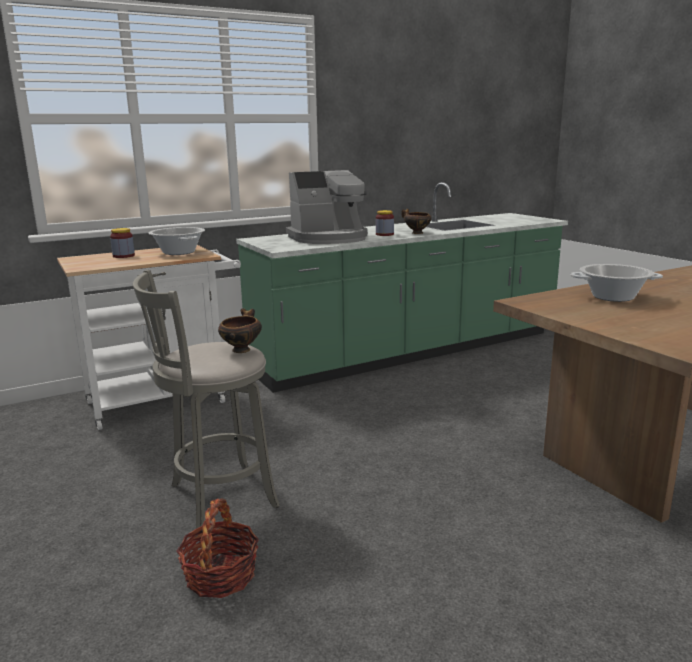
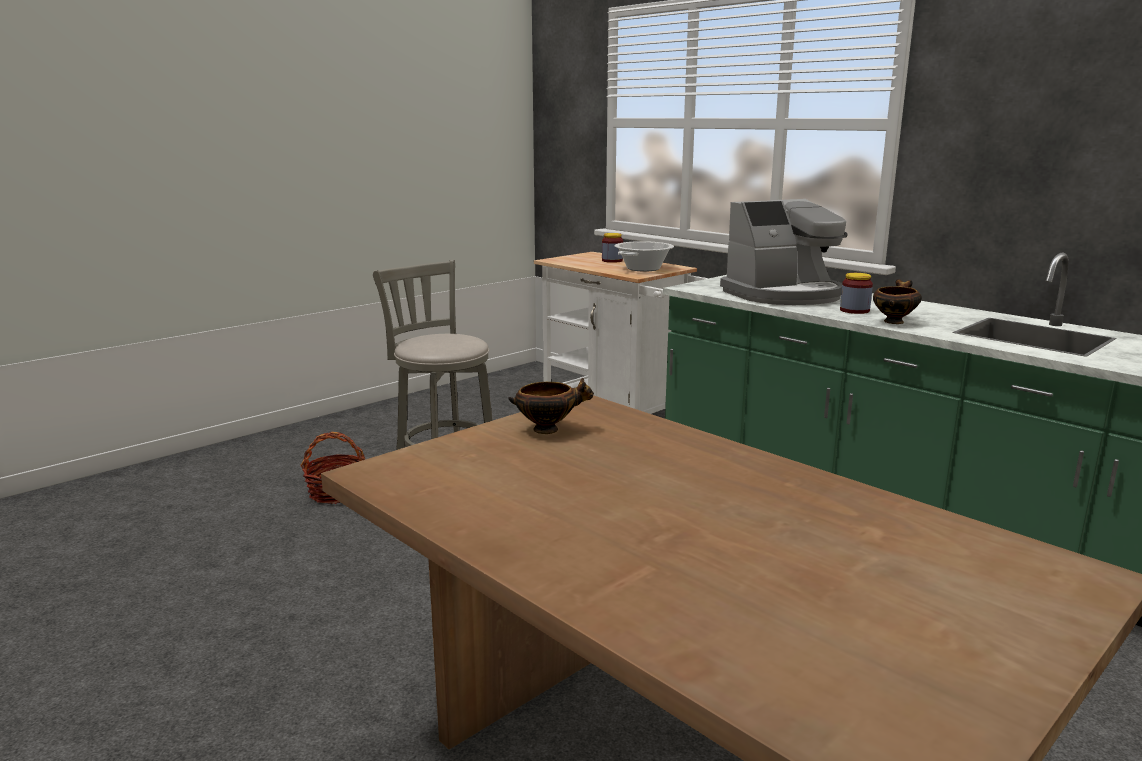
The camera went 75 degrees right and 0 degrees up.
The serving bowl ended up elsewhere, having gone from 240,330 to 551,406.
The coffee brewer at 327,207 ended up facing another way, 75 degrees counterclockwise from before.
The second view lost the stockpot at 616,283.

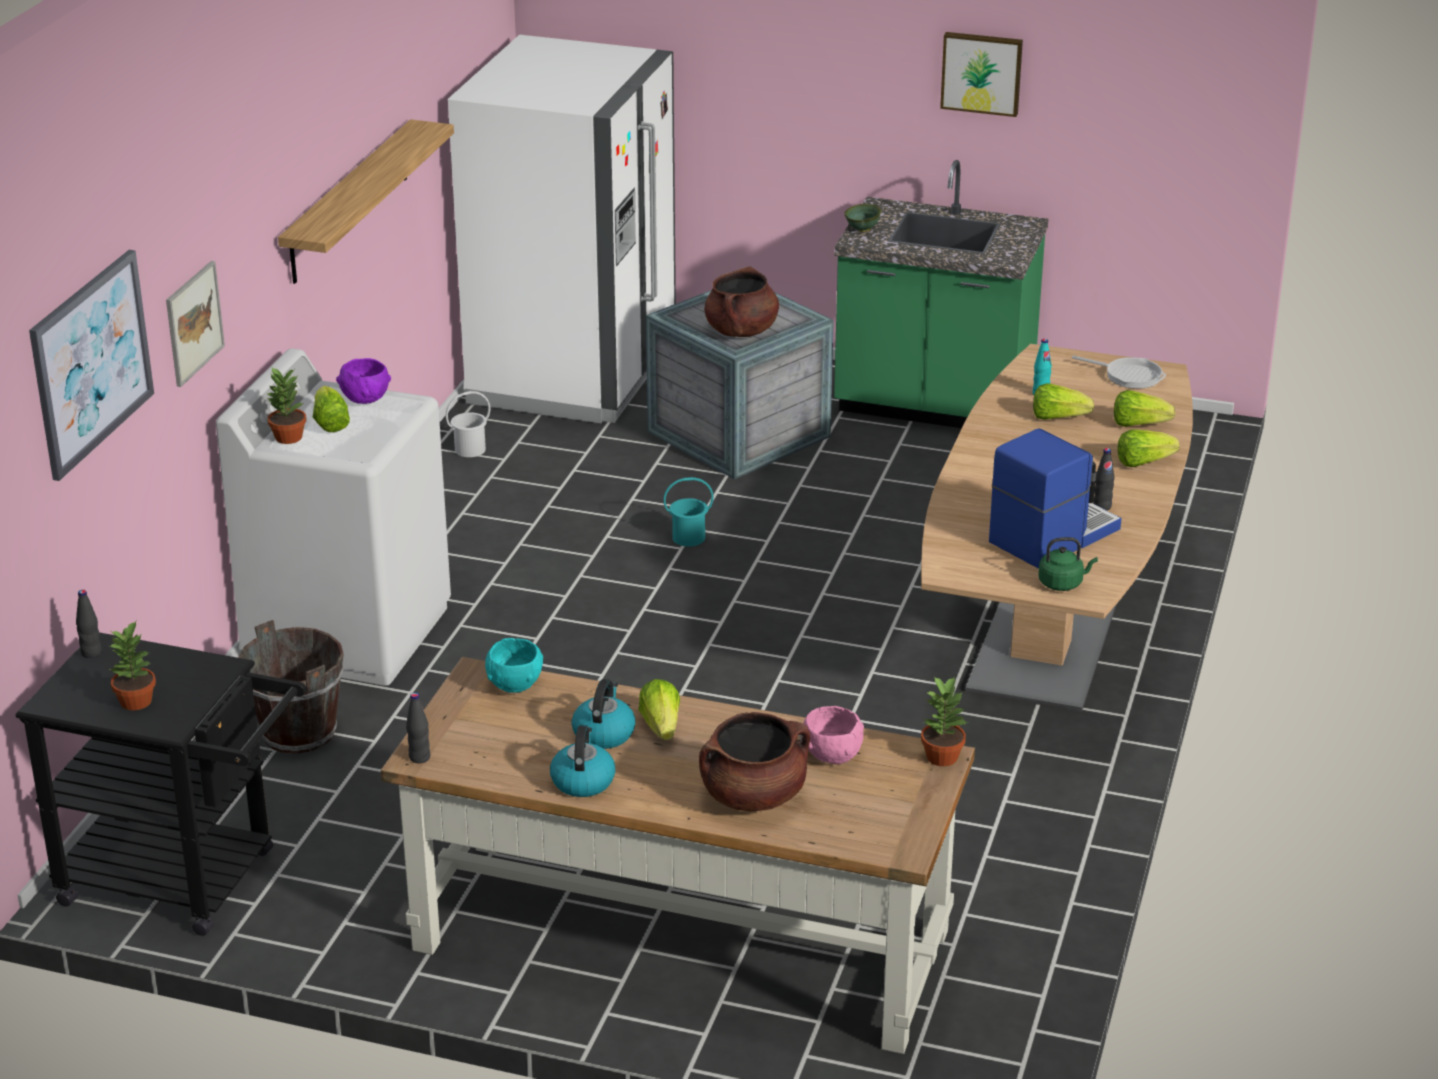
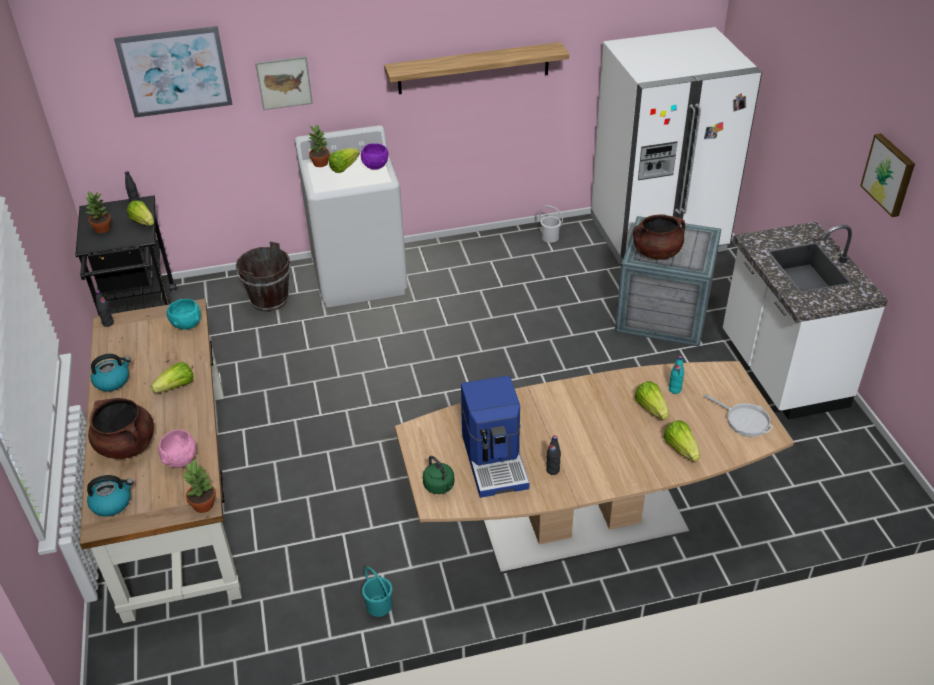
The camera went 60 degrees right and 10 degrees up.
The water kettle ended up elsewhere, having gone from 603,714 to 110,496.
The lettuce ended up elsewhere, having gone from 1149,448 to 140,213.
The turquoise bucket ended up elsewhere, having gone from 688,512 to 377,592.
The coffee brewer at 1055,499 ended up facing another way, 60 degrees clockwise from before.
The skillet at 1119,372 ended up facing another way, 45 degrees counterclockwise from before.
What was the green-coloured kitchen base unit at 941,294 turned into the white kitchen base unit at 805,321.
The second view lost the green-coloured serving bowl at 862,218.

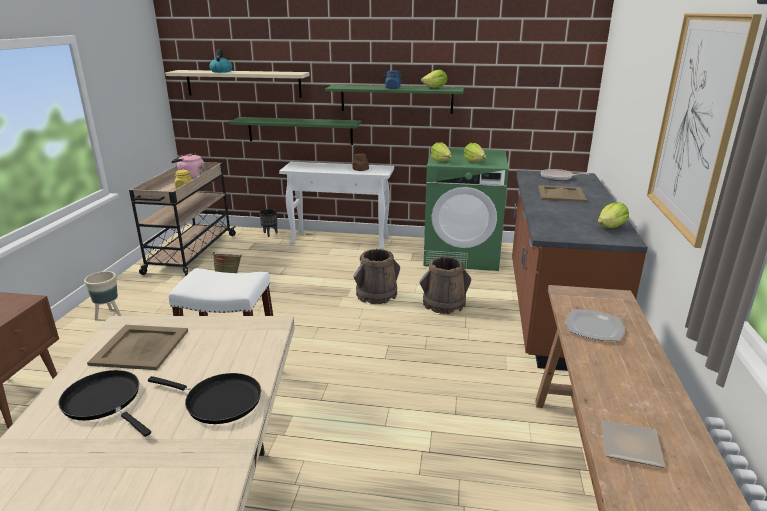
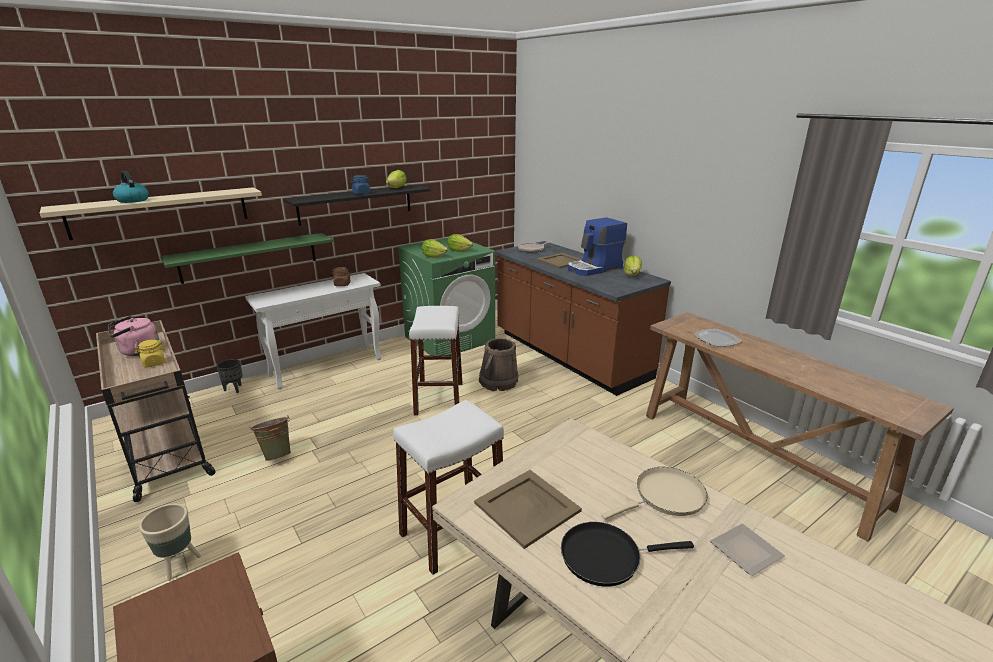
The camera went 45 degrees left and 0 degrees up.
What was the green-coloured wall shelf at 394,99 turned into the black-coloured wall shelf at 357,205.
Where the brown-coloured bucket stood at 376,276, the white stool came to stand at 435,360.
The second view gained the coffee brewer at 597,247.
What was the black-coloured skillet at 204,398 turned into the beige-coloured skillet at 654,493.
The flat dish ended up elsewhere, having gone from 633,444 to 747,549.
The second view lost the picture at 704,130.

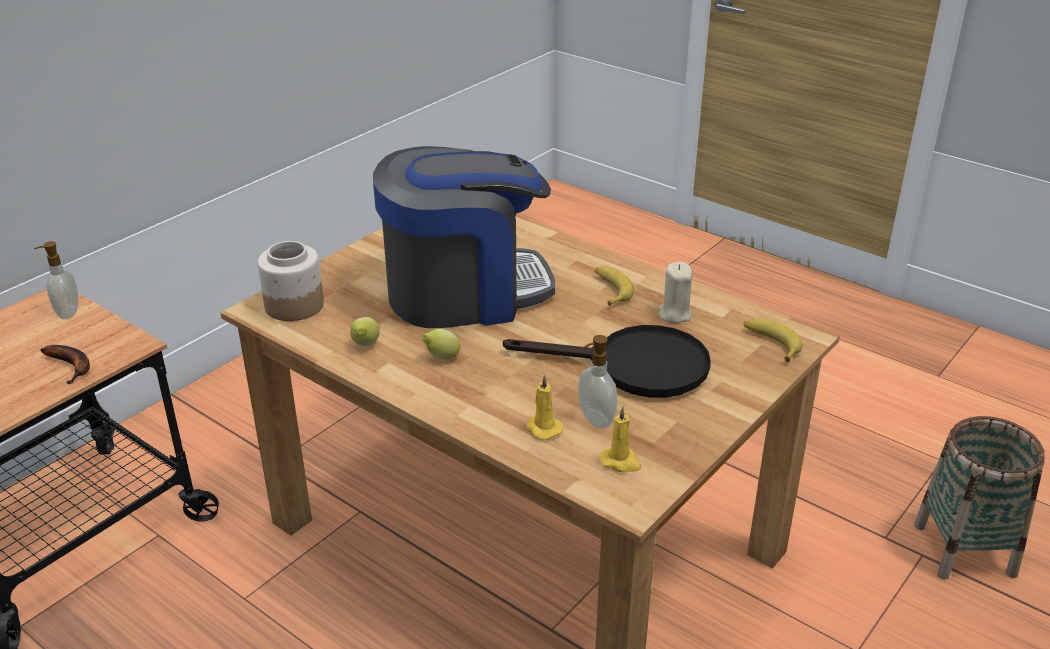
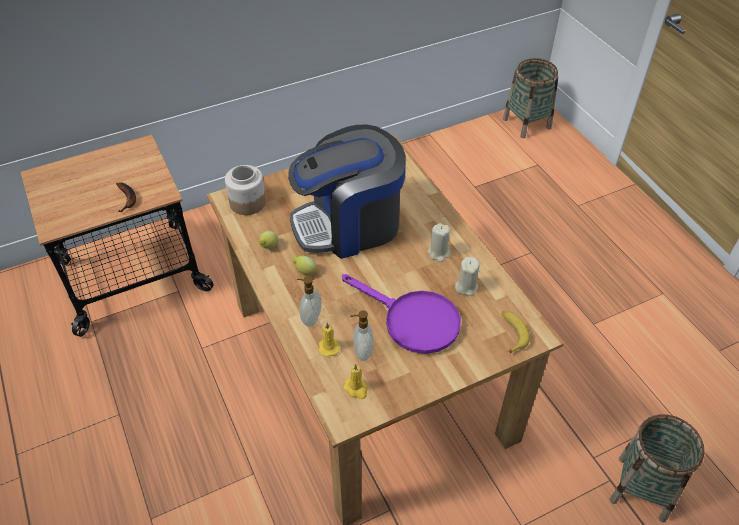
The camera went 25 degrees right and 15 degrees up.
The coffee brewer at 464,237 ended up facing another way, 150 degrees clockwise from before.
The liquid soap bottle ended up elsewhere, having gone from 56,280 to 309,302.
What was the black-coloured skillet at 607,361 turned into the purple-coloured skillet at 401,314.
Where the banana stood at 614,286, the beige-coloured candle came to stand at 439,242.
The second view gained the household basket at 530,98.

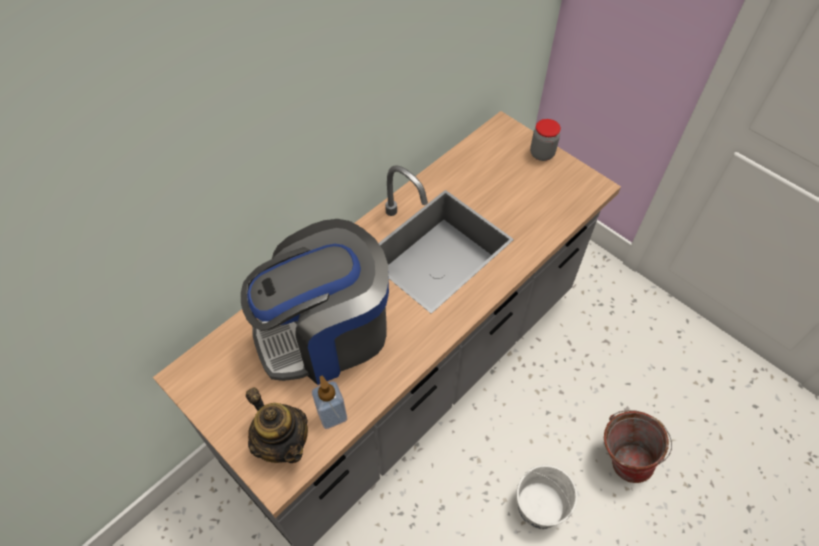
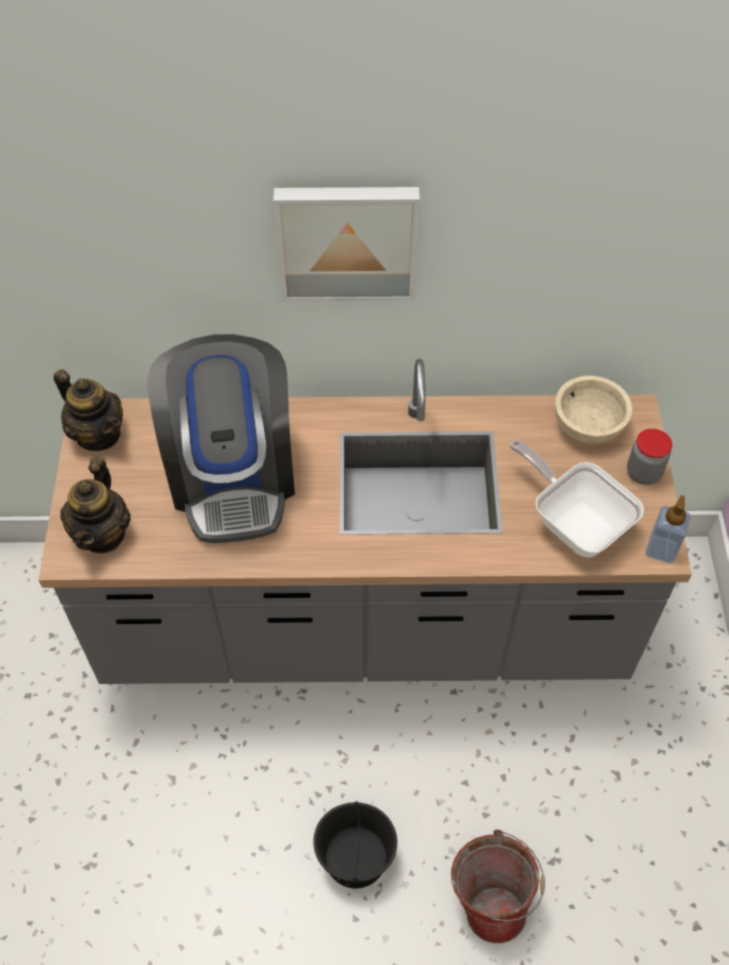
The camera went 45 degrees right and 0 degrees up.
The second view gained the tea pot at 88,410.
The coffee brewer at 315,302 ended up facing another way, 120 degrees counterclockwise from before.
The second view gained the picture at 346,244.
What was the white bucket at 547,497 turned into the black-coloured bucket at 355,844.
The second view gained the skillet at 577,498.
The second view gained the beige-coloured serving bowl at 593,410.
The liquid soap bottle ended up elsewhere, having gone from 329,402 to 668,529.

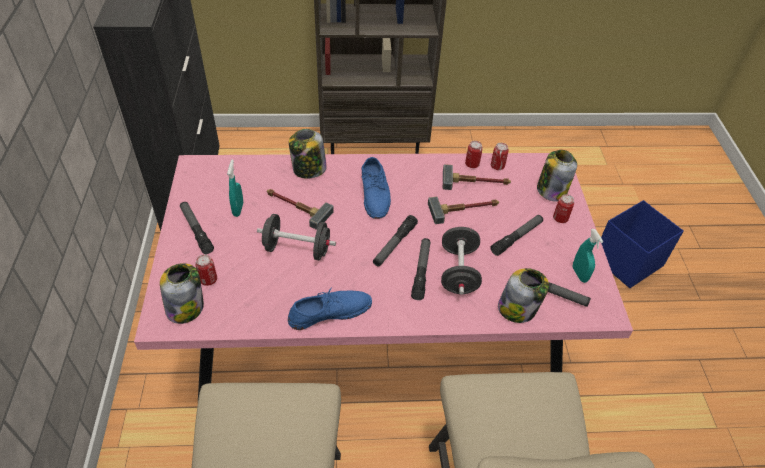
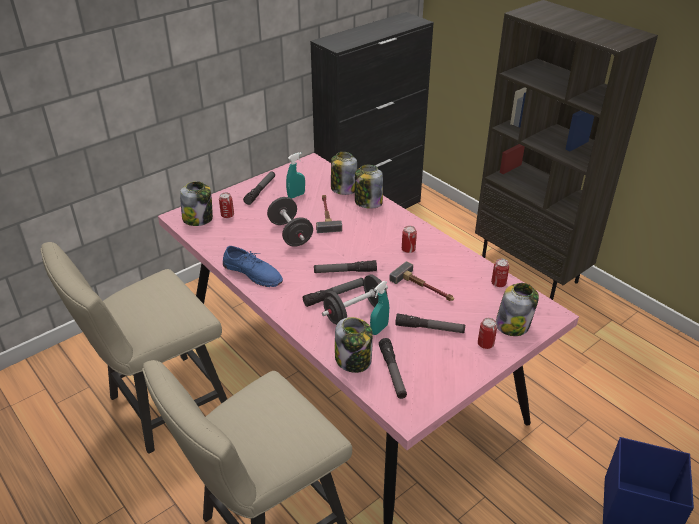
The camera went 55 degrees right and 10 degrees down.
The second view gained the jar at 344,173.
The turquoise sprayer ended up elsewhere, having gone from 587,256 to 379,308.
The metal can ended up elsewhere, having gone from 474,154 to 409,239.
The second view lost the blue-coloured item of footwear at 376,188.
The second view lost the hammer at 477,177.

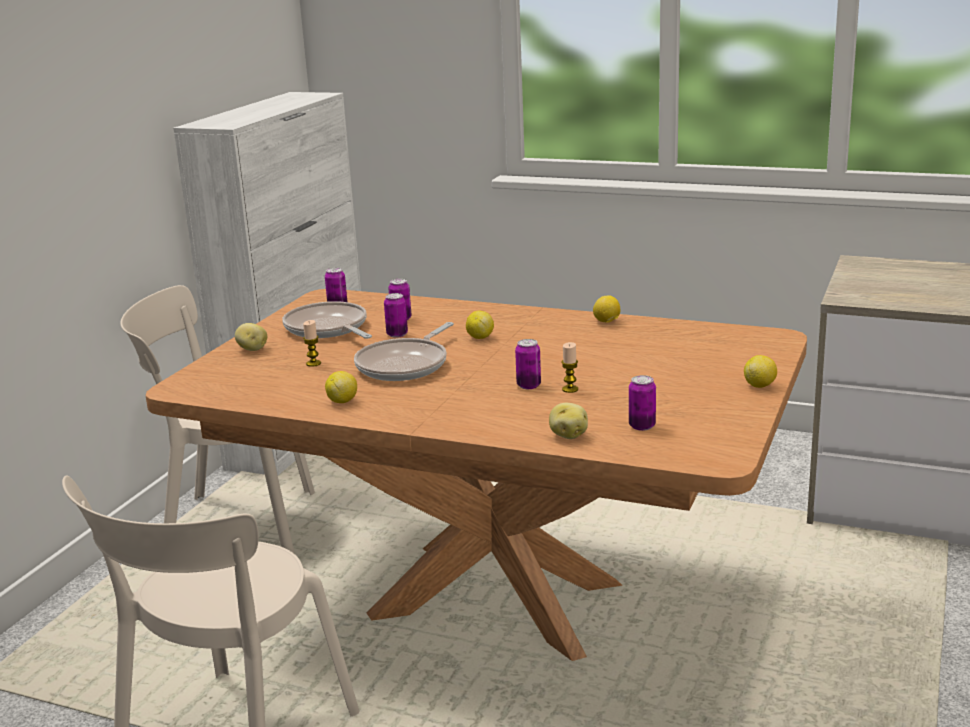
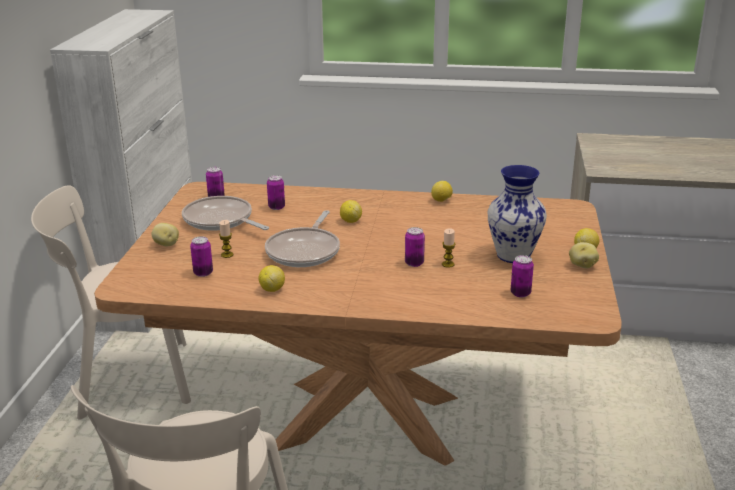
The camera went 15 degrees left and 5 degrees up.
The metal can ended up elsewhere, having gone from 396,315 to 201,256.
The second view gained the flower vase at 517,214.
The potato ended up elsewhere, having gone from 568,421 to 584,255.

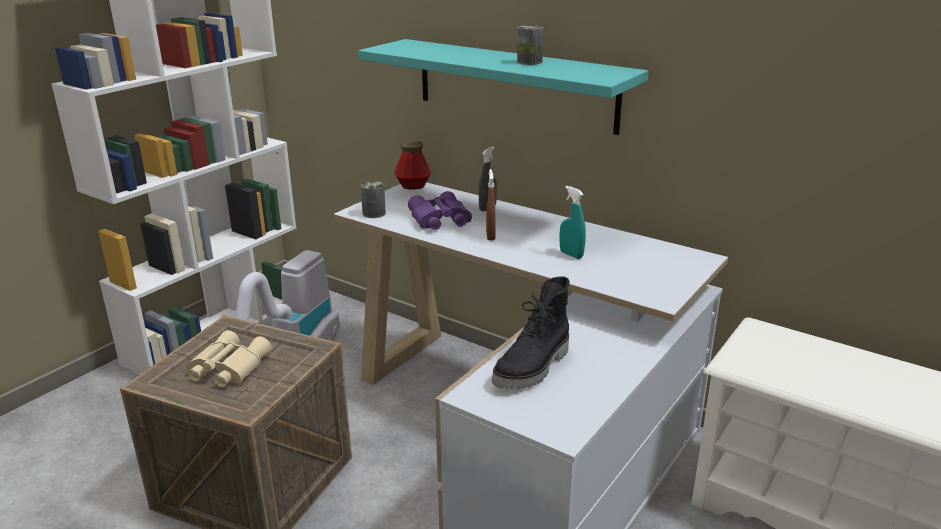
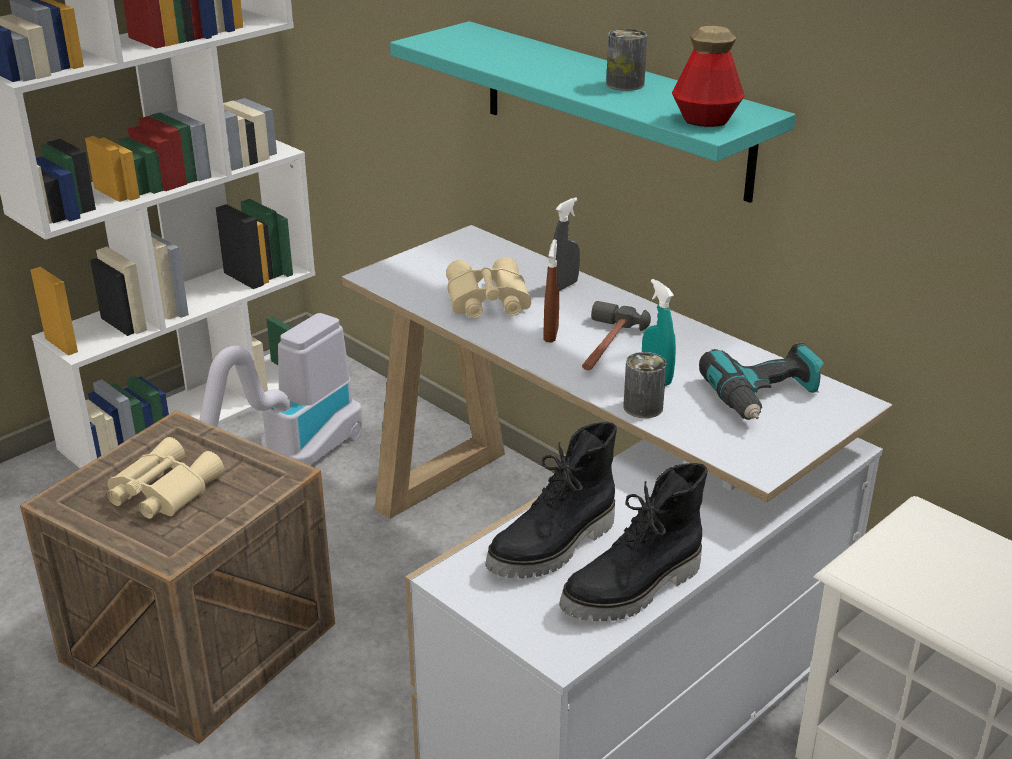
The camera went 10 degrees right and 5 degrees up.
What was the purple-coloured binoculars at 440,210 turned into the beige-coloured binoculars at 488,287.
The second view gained the black-coloured high-top boot at 633,542.
The second view gained the hammer at 616,335.
The metal can ended up elsewhere, having gone from 373,199 to 645,385.
The beverage bottle ended up elsewhere, having gone from 412,164 to 708,76.
The second view gained the drill at 761,381.

